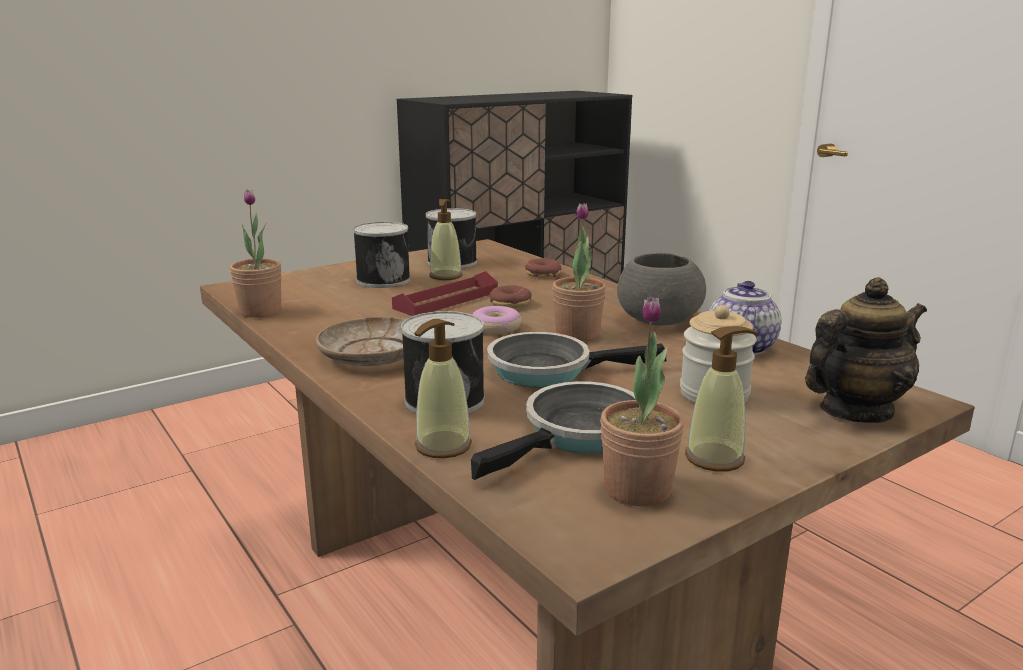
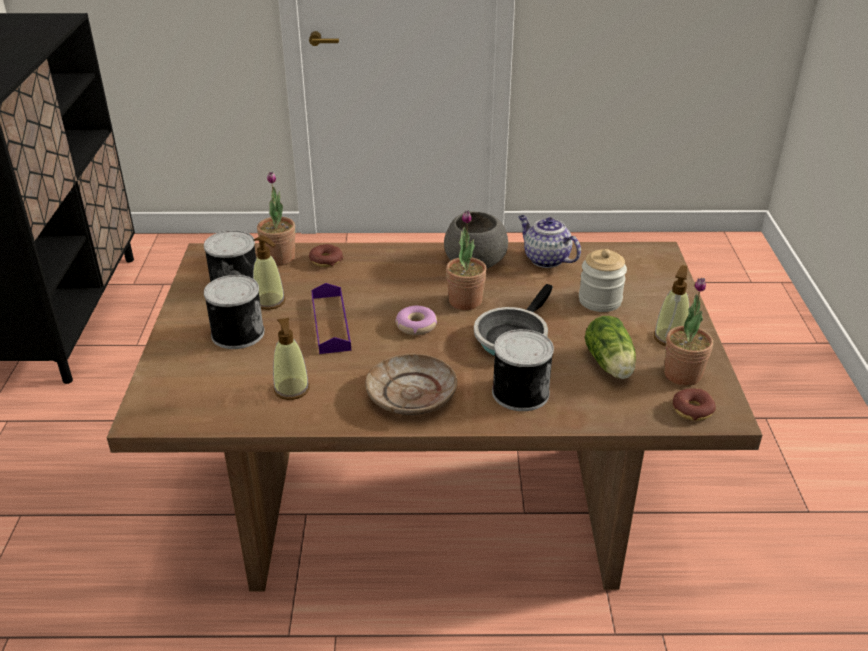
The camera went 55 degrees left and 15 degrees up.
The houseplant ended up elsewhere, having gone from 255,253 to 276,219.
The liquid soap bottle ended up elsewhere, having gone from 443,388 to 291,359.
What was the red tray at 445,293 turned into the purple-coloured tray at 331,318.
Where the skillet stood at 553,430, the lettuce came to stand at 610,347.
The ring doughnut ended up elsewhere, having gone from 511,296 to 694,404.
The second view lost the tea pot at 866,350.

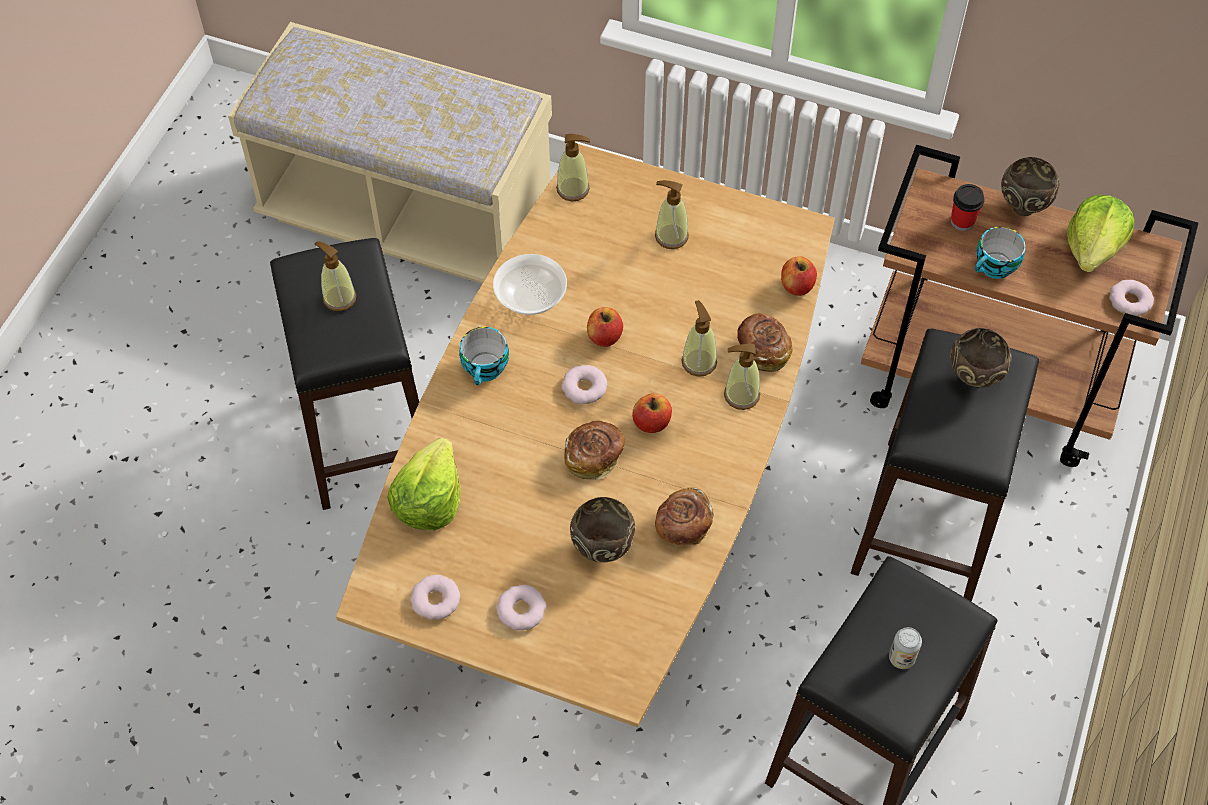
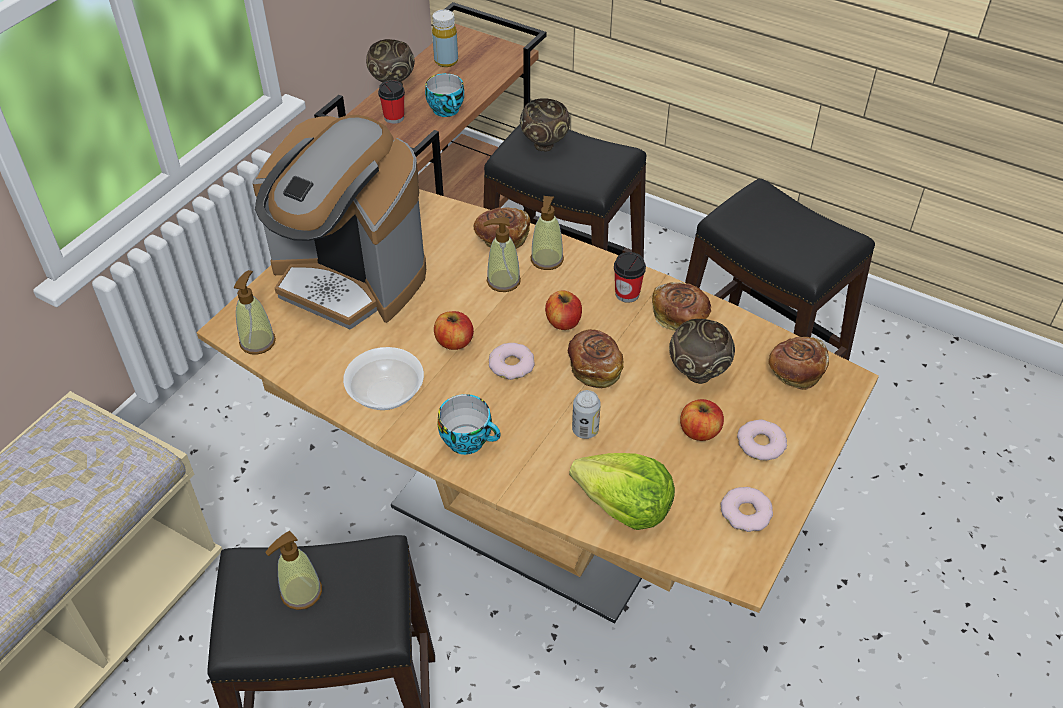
The camera went 80 degrees left and 10 degrees down.
Where the liquid soap bottle stood at 672,214, the coffee brewer came to stand at 339,222.
Where the lettuce stood at 1101,233, the yellowish beverage bottle came to stand at 445,38.
The metal can ended up elsewhere, having gone from 905,648 to 586,414.
The second view gained the drinking cup at 630,277.
The whole apple ended up elsewhere, having gone from 799,276 to 702,420.
The second view gained the bakery bread at 798,363.
The second view lost the ring doughnut at 1131,298.

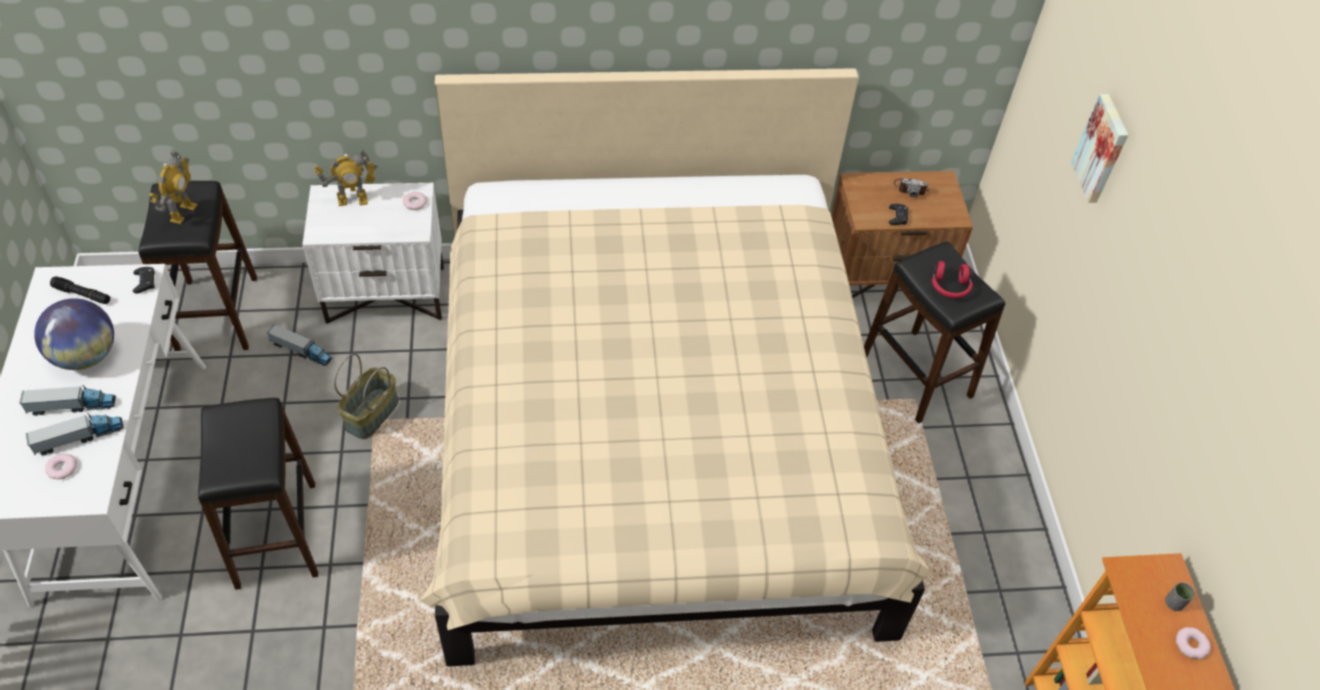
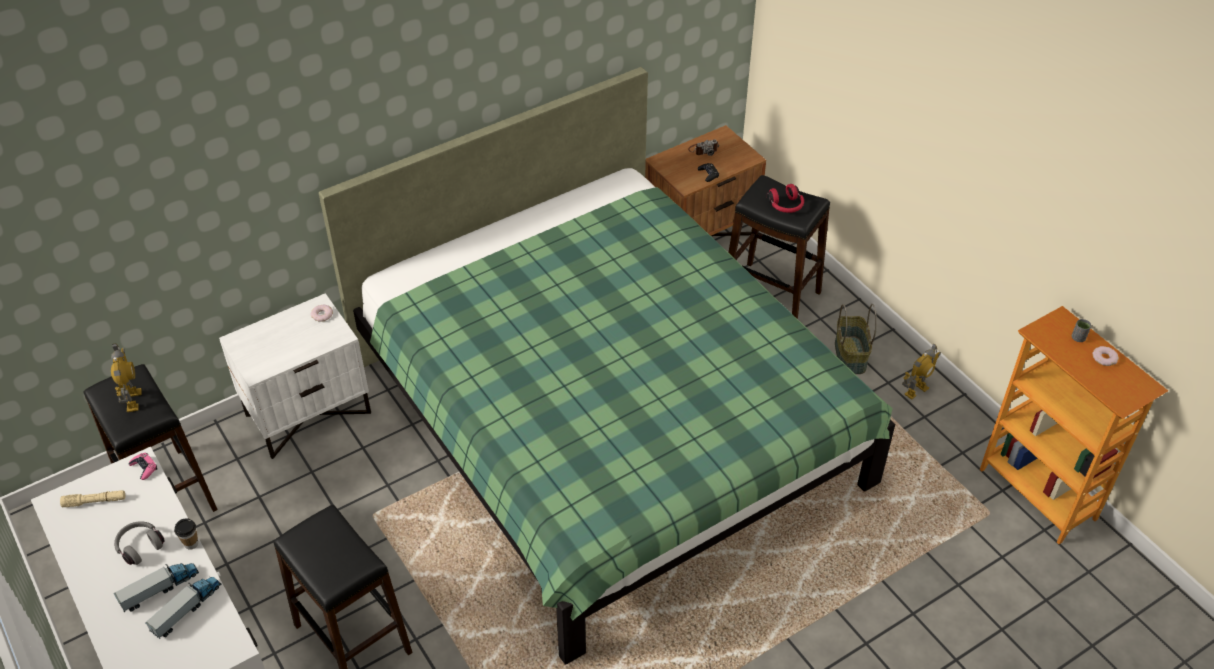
The camera went 25 degrees left and 5 degrees down.
What was the black-coloured torch at 80,290 turned into the beige-coloured torch at 92,498.
Where the globe stood at 74,334, the gray headphones came to stand at 139,543.
What was the black-coloured joypad at 144,280 turned into the pink joypad at 143,466.
The second view gained the drinking cup at 186,534.
What was the beige-coloured bed at 675,367 turned into the green-coloured bed at 607,365.
The household basket ended up elsewhere, having gone from 366,396 to 856,339.
The model robot ended up elsewhere, having gone from 346,177 to 921,371.
The second view lost the ring doughnut at 61,467.
The second view lost the toy truck at 300,345.
The second view lost the picture at 1099,148.

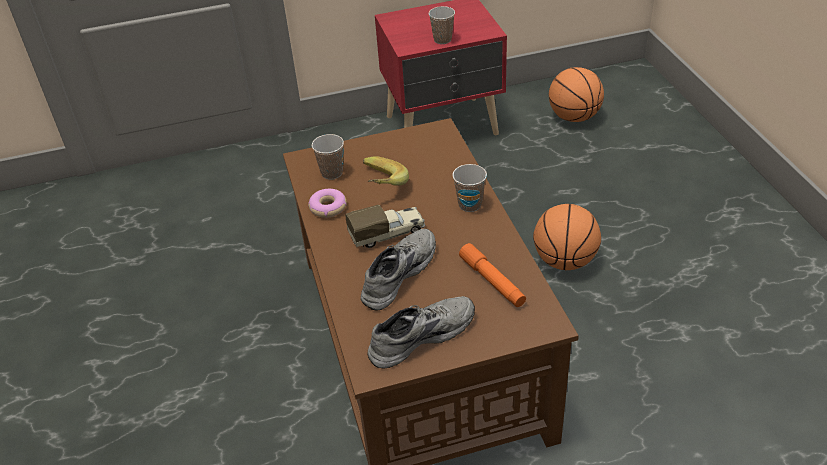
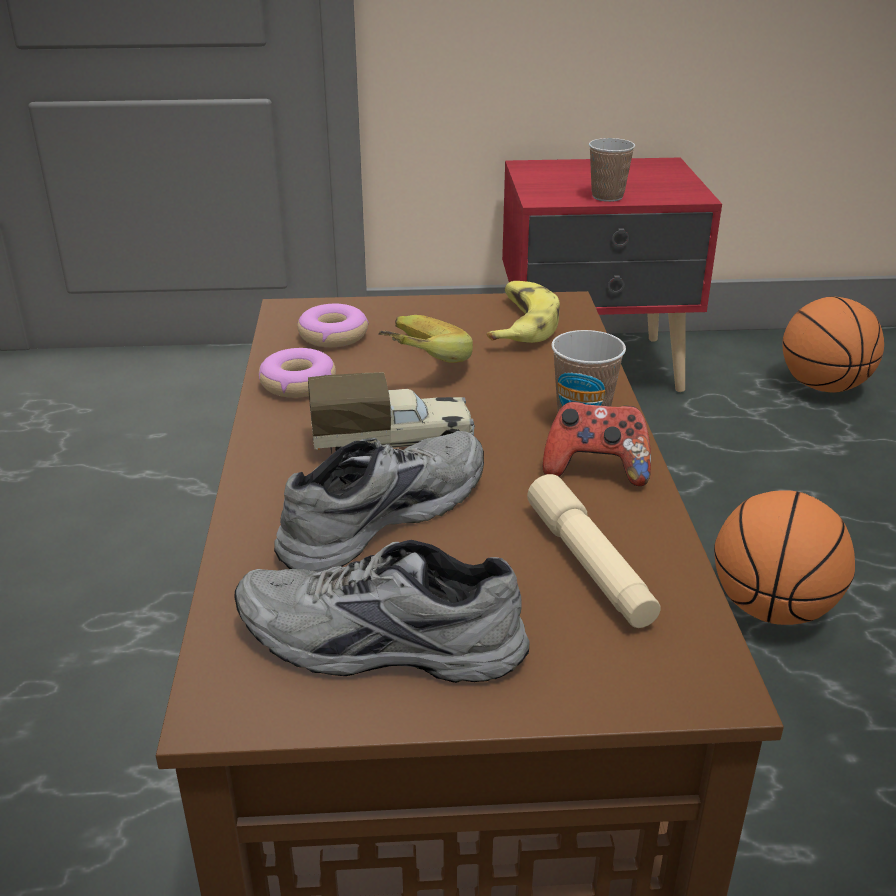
The camera went 10 degrees right and 10 degrees down.
The gray item of footwear at 421,332 ended up facing another way, 150 degrees counterclockwise from before.
Where the drinking cup stood at 328,157, the ring doughnut came to stand at 333,325.
The second view gained the banana at 523,312.
What was the orangey torch at 492,275 turned into the beige-coloured torch at 594,551.
The second view gained the joypad at 597,443.

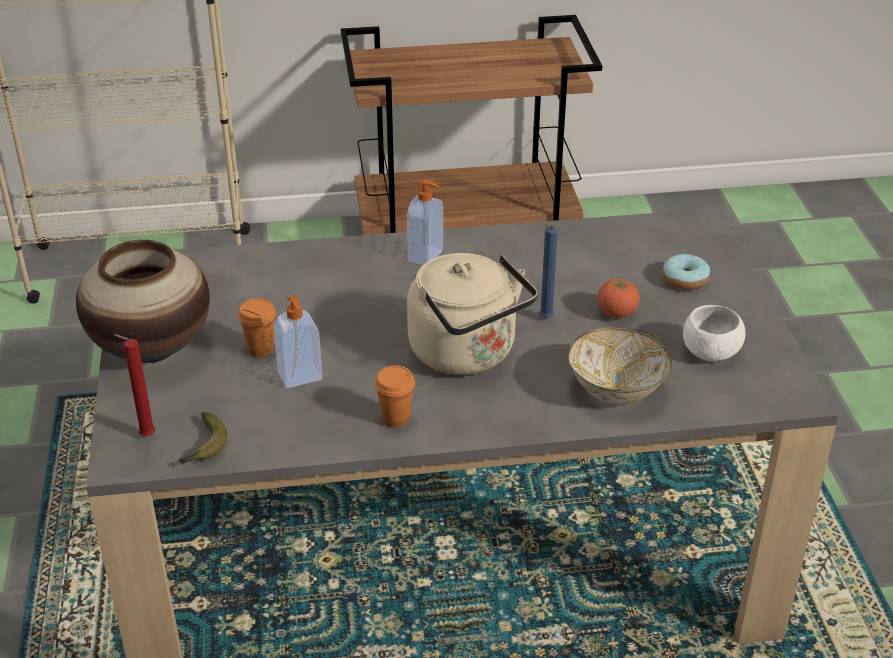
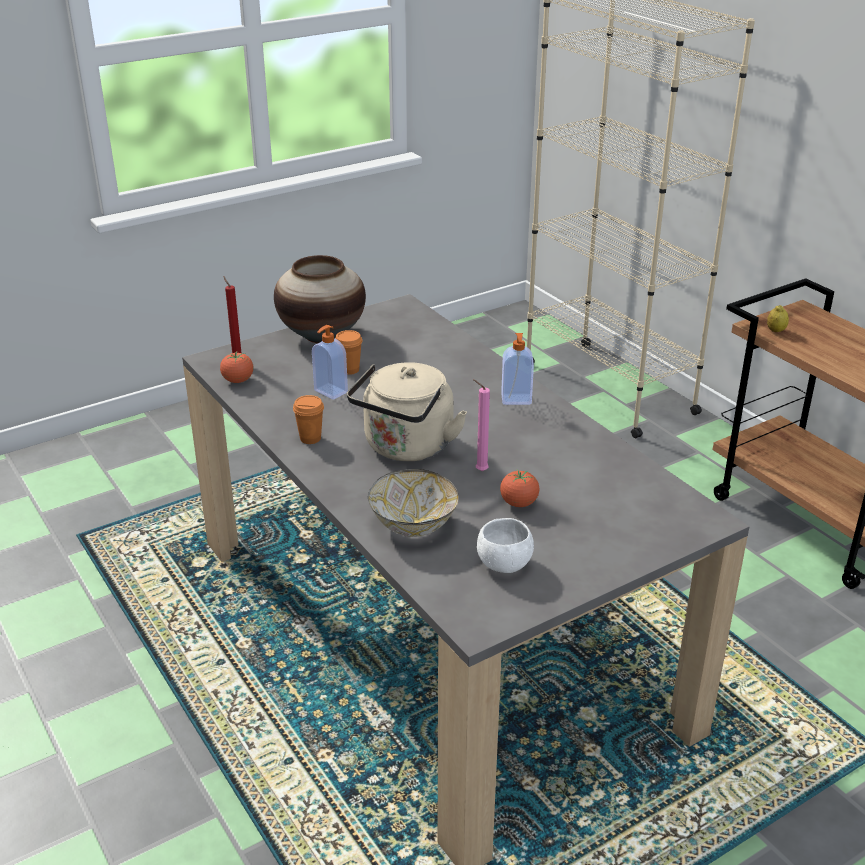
The camera went 65 degrees right and 5 degrees down.
Where the banana stood at 203,438, the tomato came to stand at 236,367.
What was the blue-coloured candle at 548,271 turned into the pink candle at 481,425.
The second view gained the lemon at 778,318.
The second view lost the ring doughnut at 686,272.

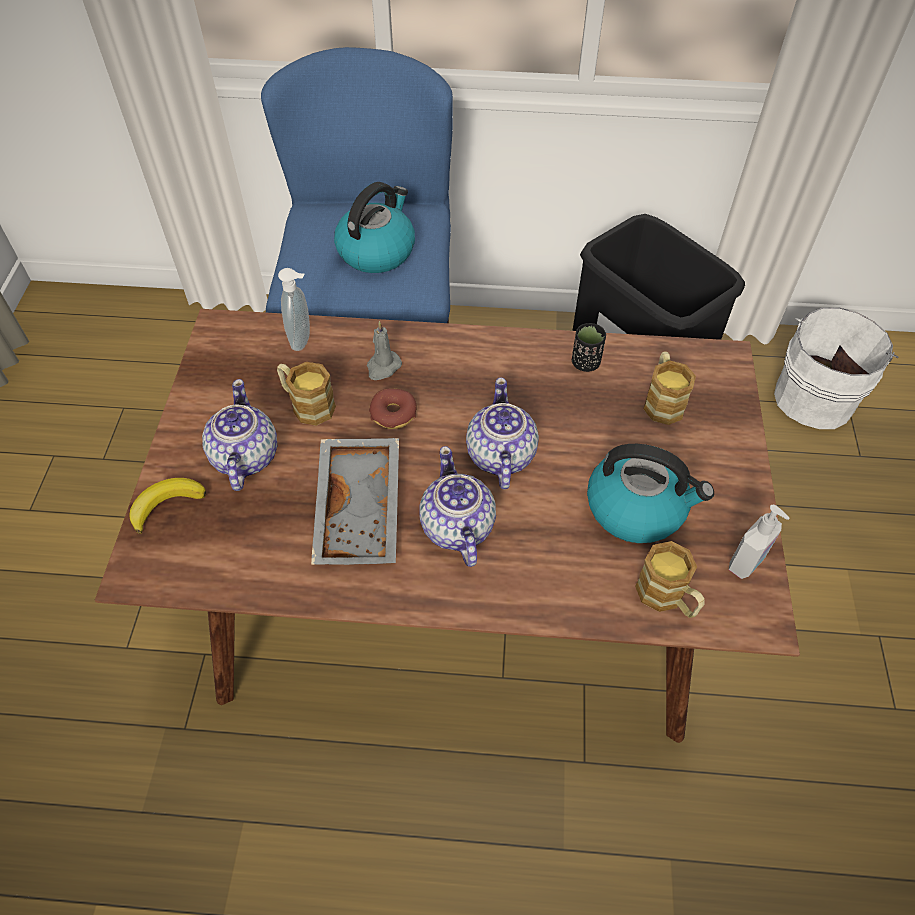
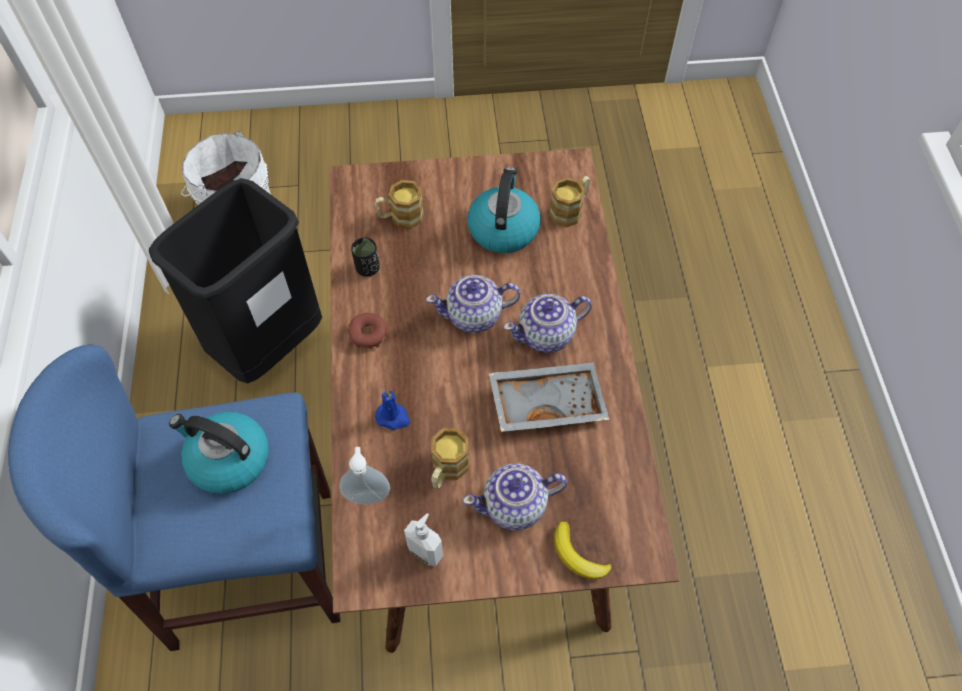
The camera went 100 degrees left and 5 degrees up.
The ring doughnut ended up elsewhere, having gone from 393,408 to 367,331.
What was the gray candle at 384,350 turned into the blue-coloured candle at 392,410.
The liquid soap bottle ended up elsewhere, having gone from 759,542 to 423,539.

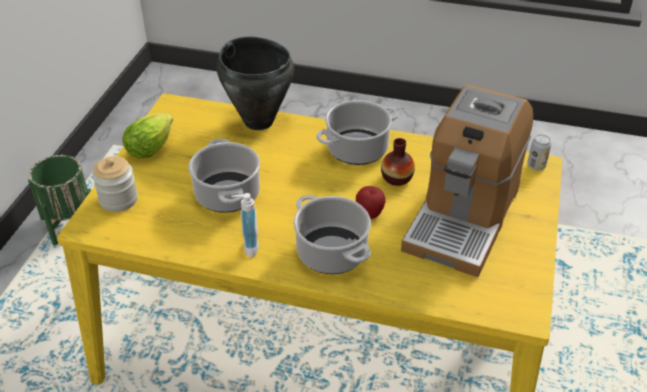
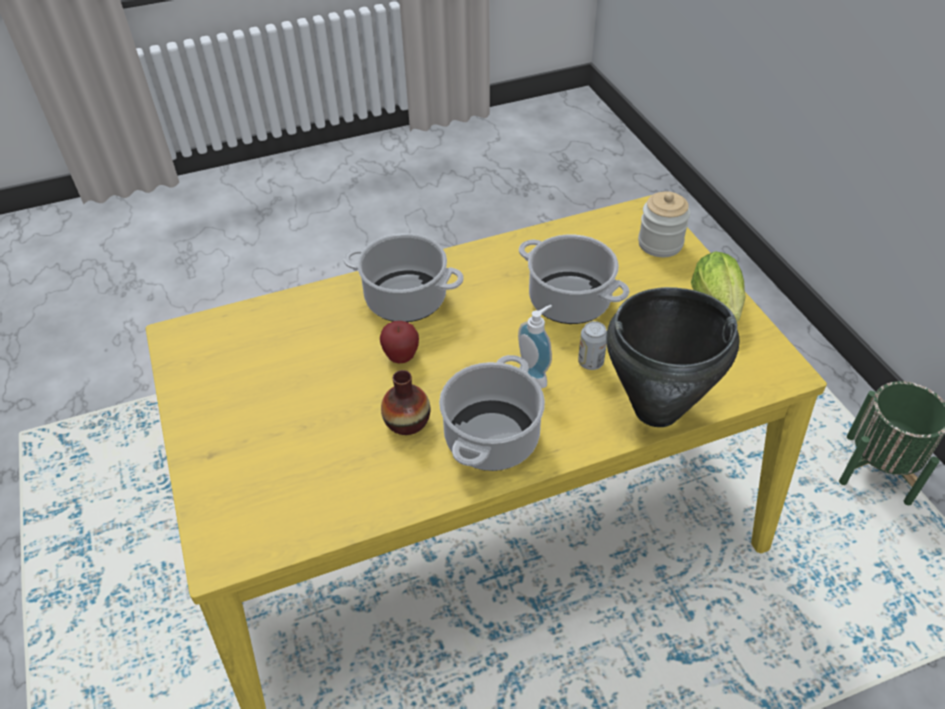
The camera went 145 degrees right and 5 degrees up.
The liquid soap bottle ended up elsewhere, having gone from 245,225 to 535,346.
The metal can ended up elsewhere, having gone from 539,152 to 592,345.
The second view lost the coffee brewer at 467,181.

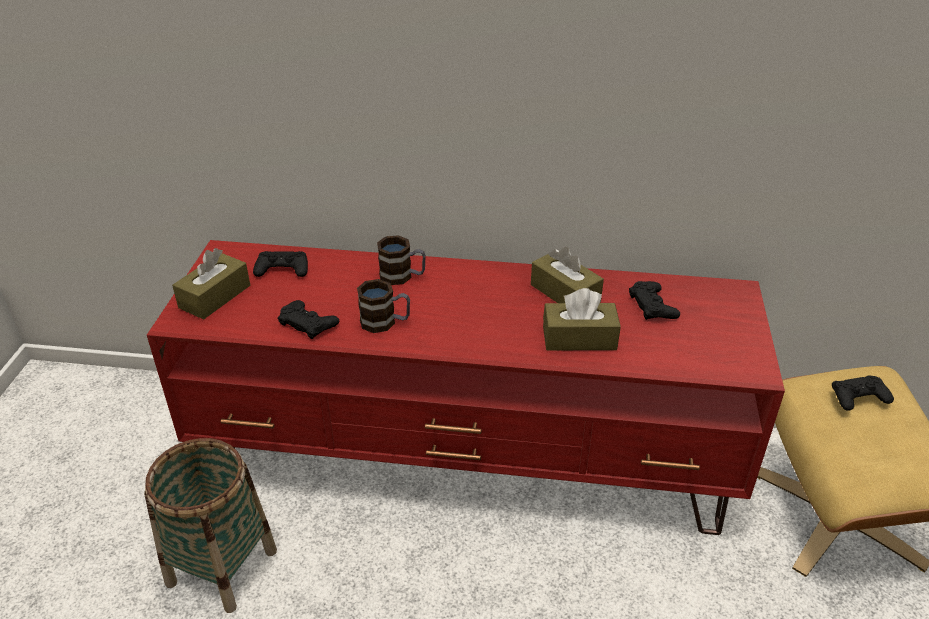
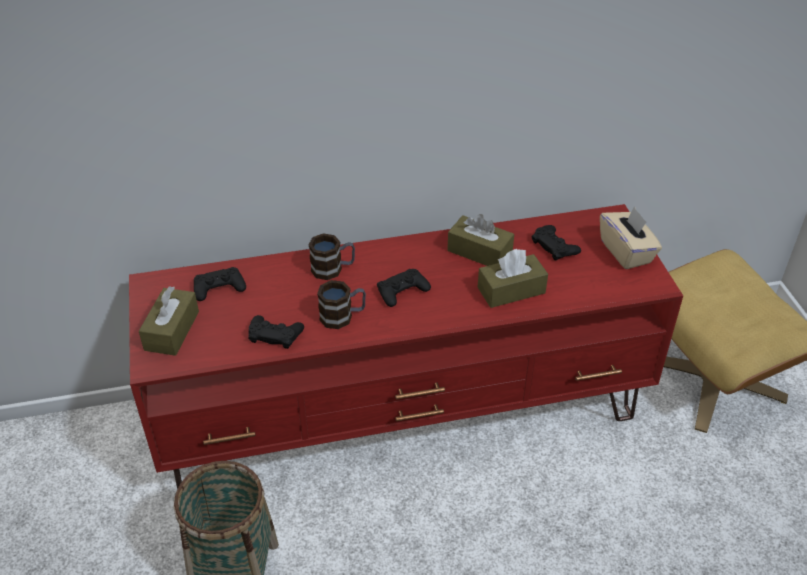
The camera went 20 degrees left and 5 degrees up.
The black-coloured joypad ended up elsewhere, having gone from 863,393 to 404,288.
The second view gained the beige-coloured tissue box at 631,237.

